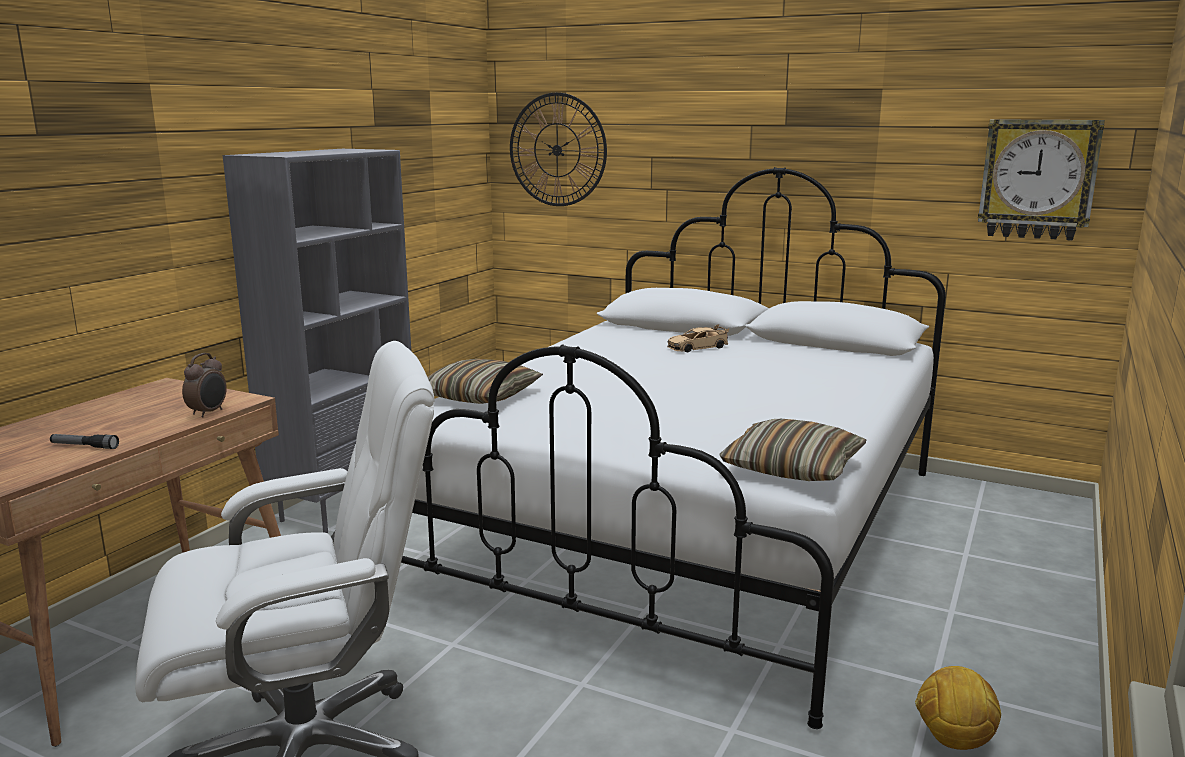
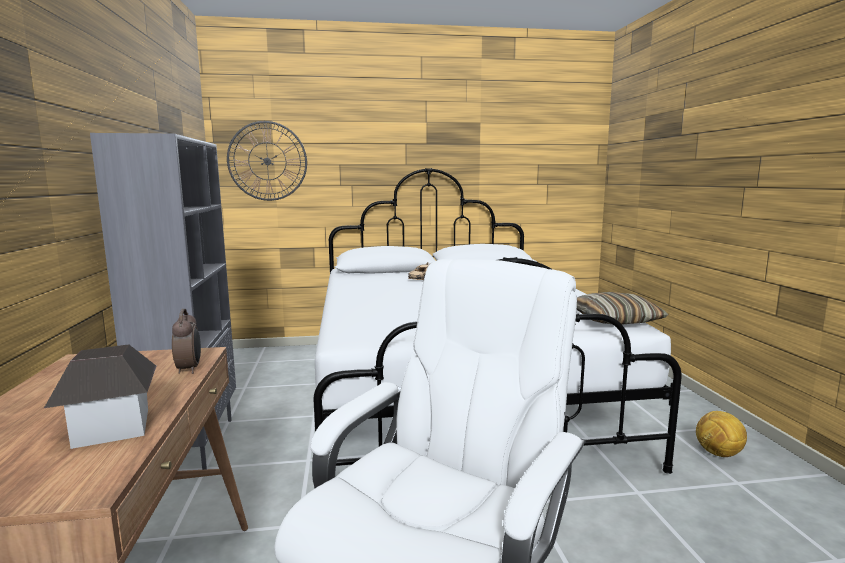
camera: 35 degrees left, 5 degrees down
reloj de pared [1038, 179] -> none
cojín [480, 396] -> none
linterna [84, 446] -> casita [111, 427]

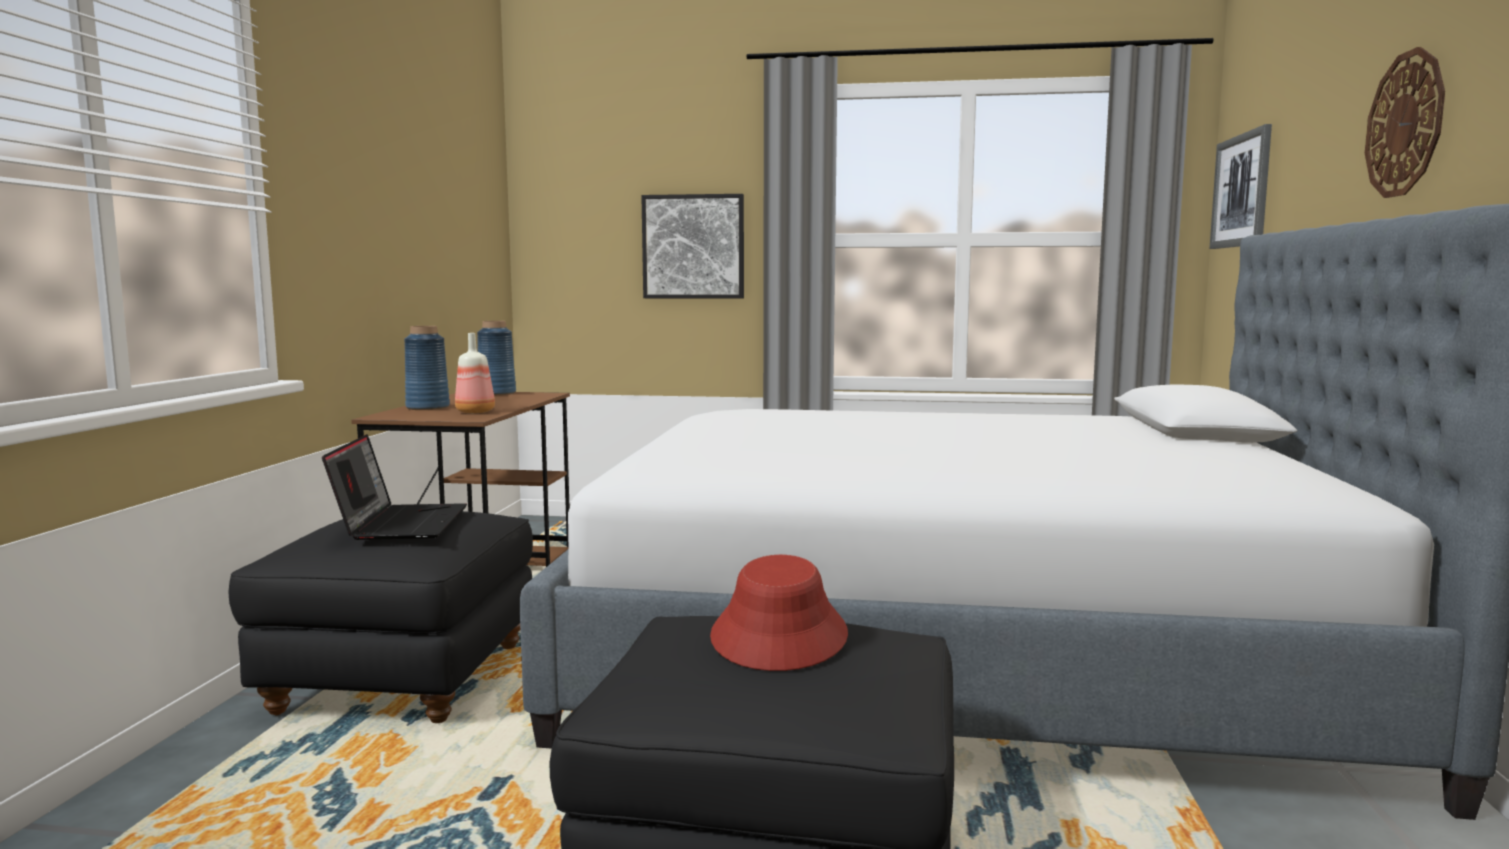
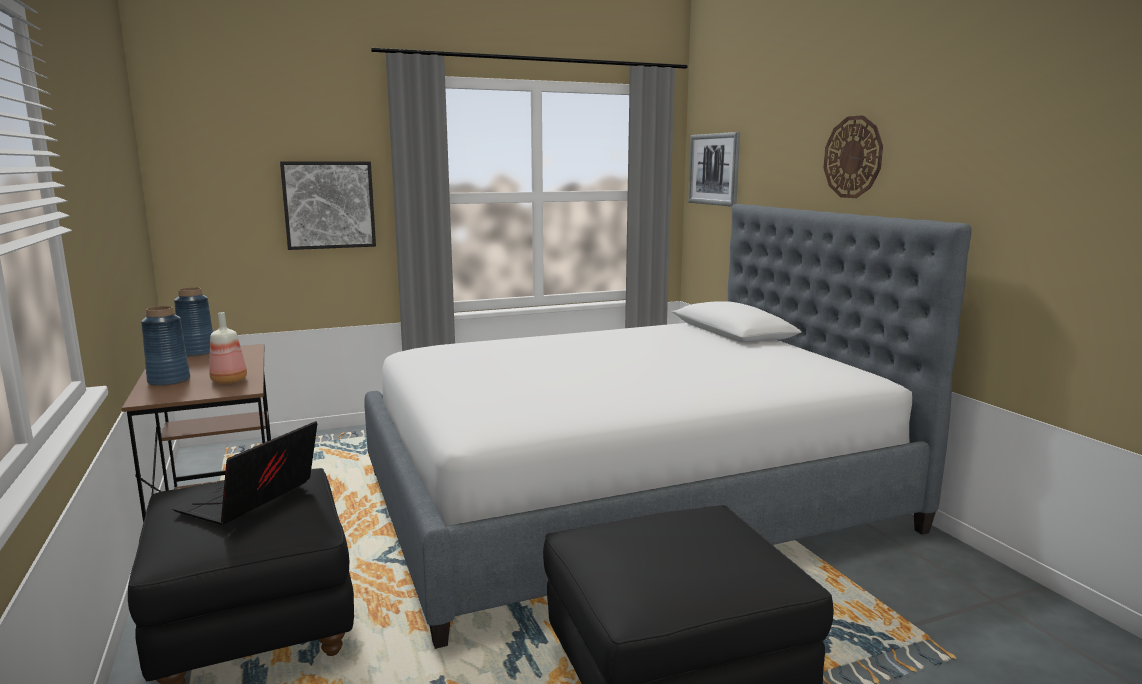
camera: 30 degrees left, 5 degrees up
portátil [401, 523] -> portátil [249, 499], 120 degrees counterclockwise
sombrero/rojo [780, 636] -> none

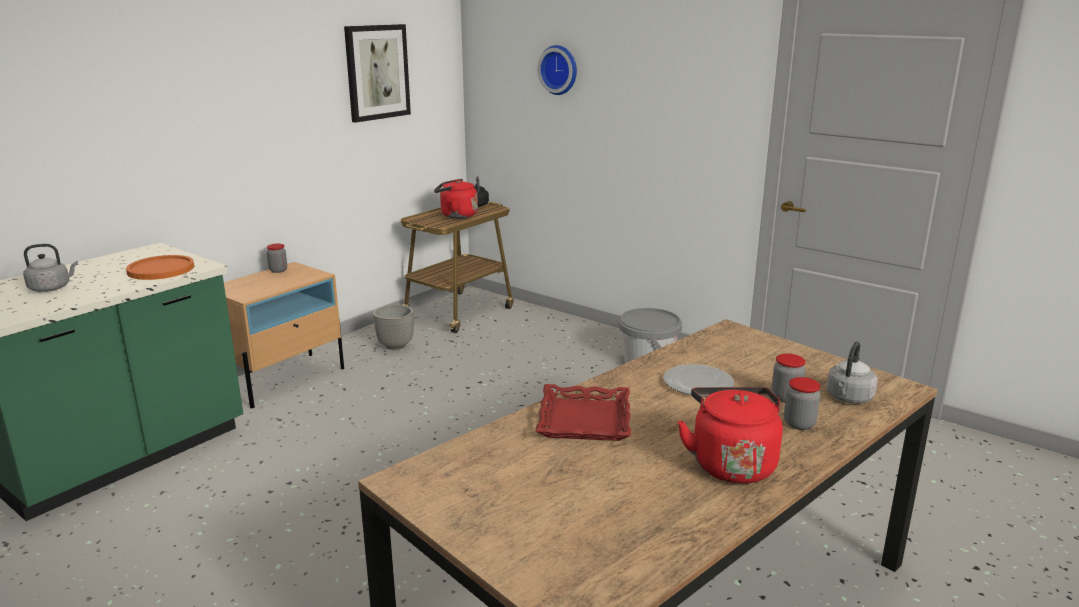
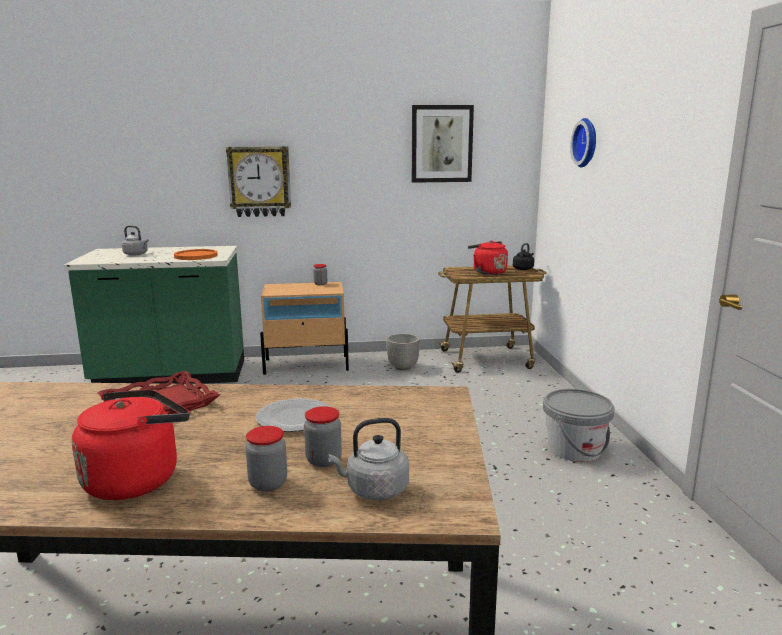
camera: 45 degrees right, 5 degrees down
none -> reloj de pared [259, 181]

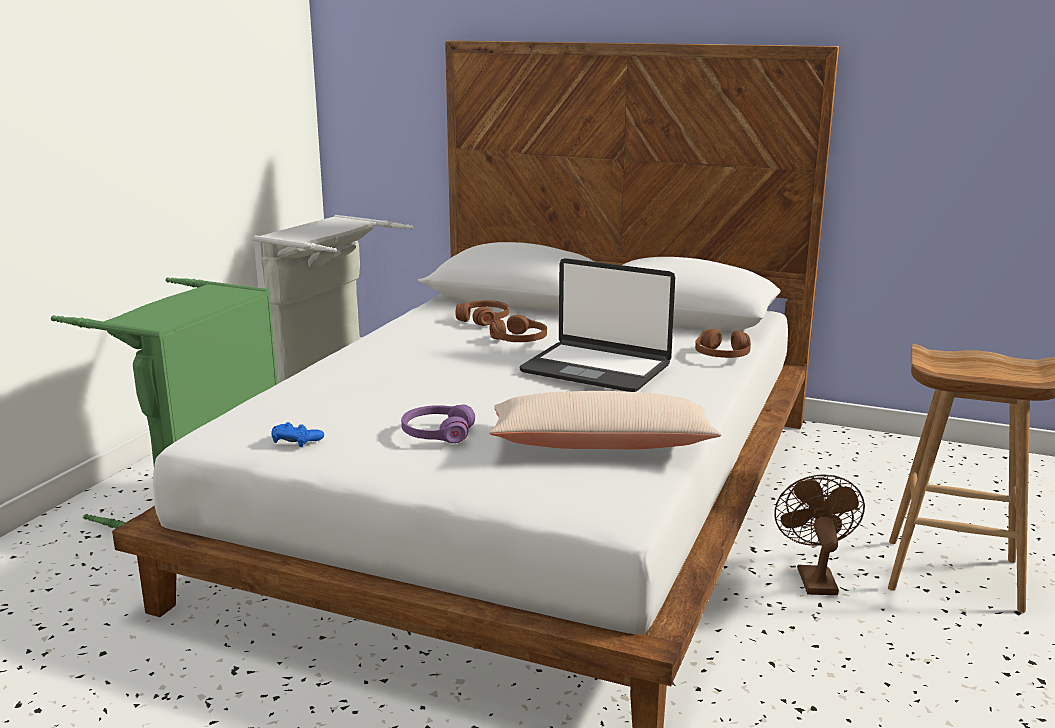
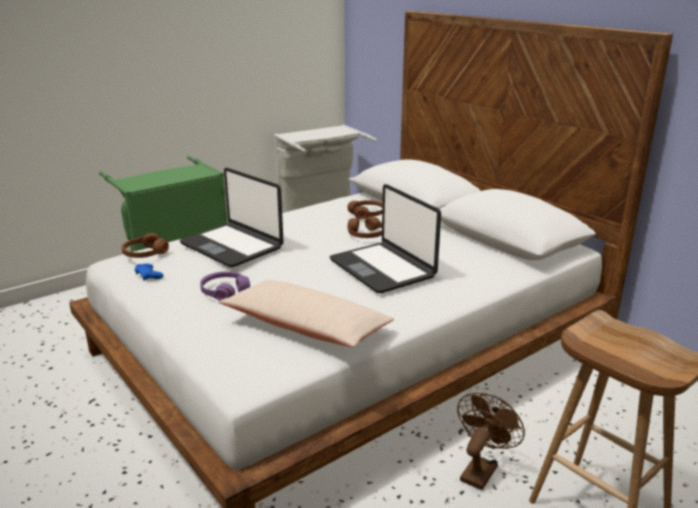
camera: 30 degrees right, 5 degrees up
auriculares/marrón [722, 355] -> auriculares/marrón [145, 253], move
none -> portátil [232, 246]

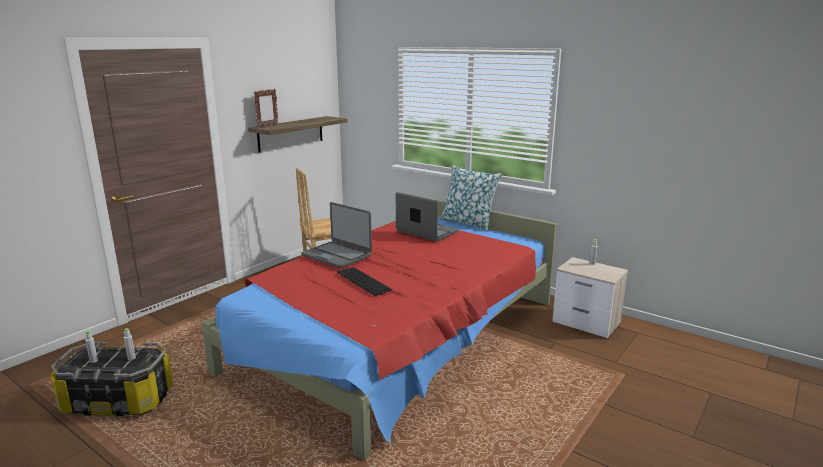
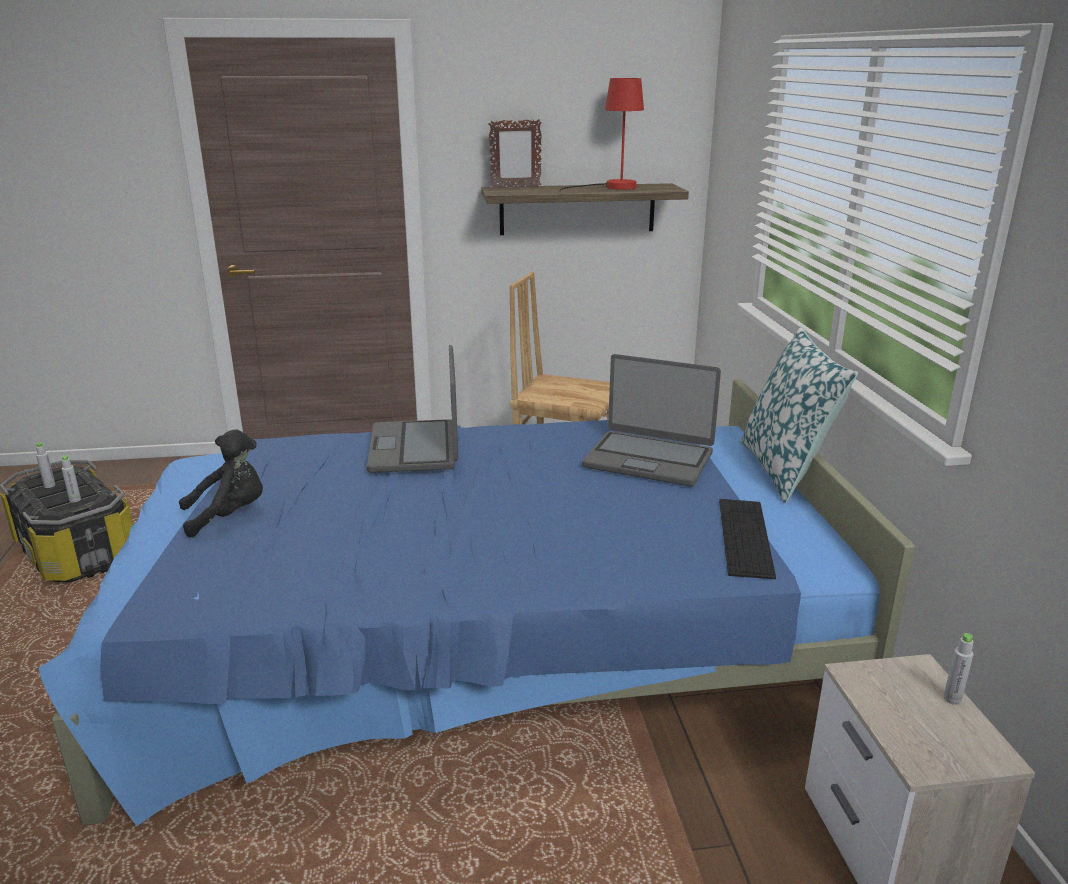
camera: 45 degrees right, 5 degrees up
portátil [426, 232] -> portátil [649, 459], 120 degrees clockwise
cama/rojo [397, 336] -> cama/azul [476, 642]
teclado [363, 281] -> teclado [745, 537], move
none -> lámpara de mesa/rojo [611, 188]
none -> peluche/negro [229, 515]

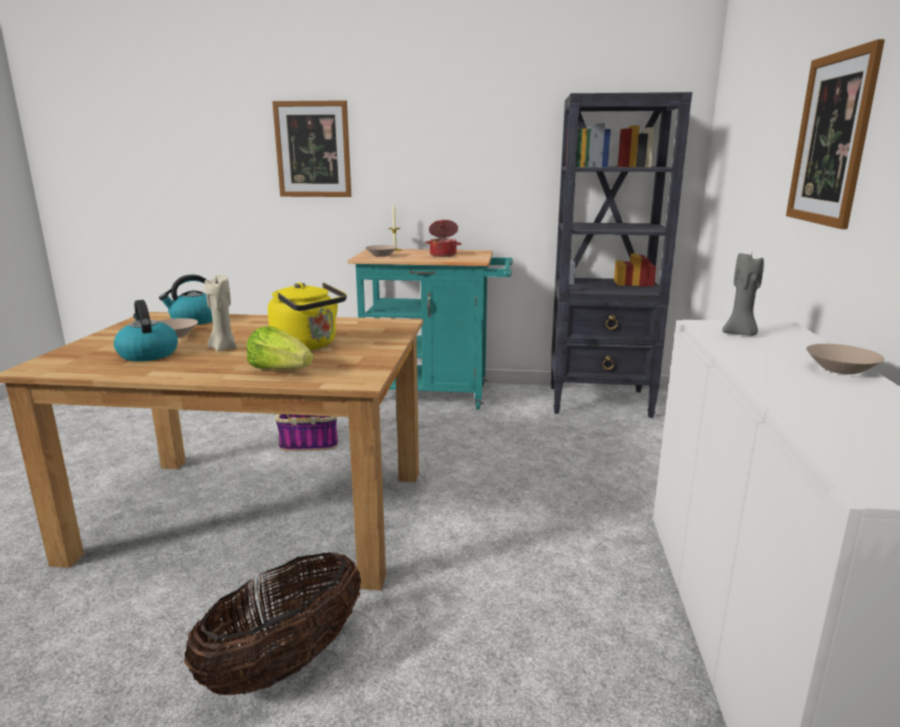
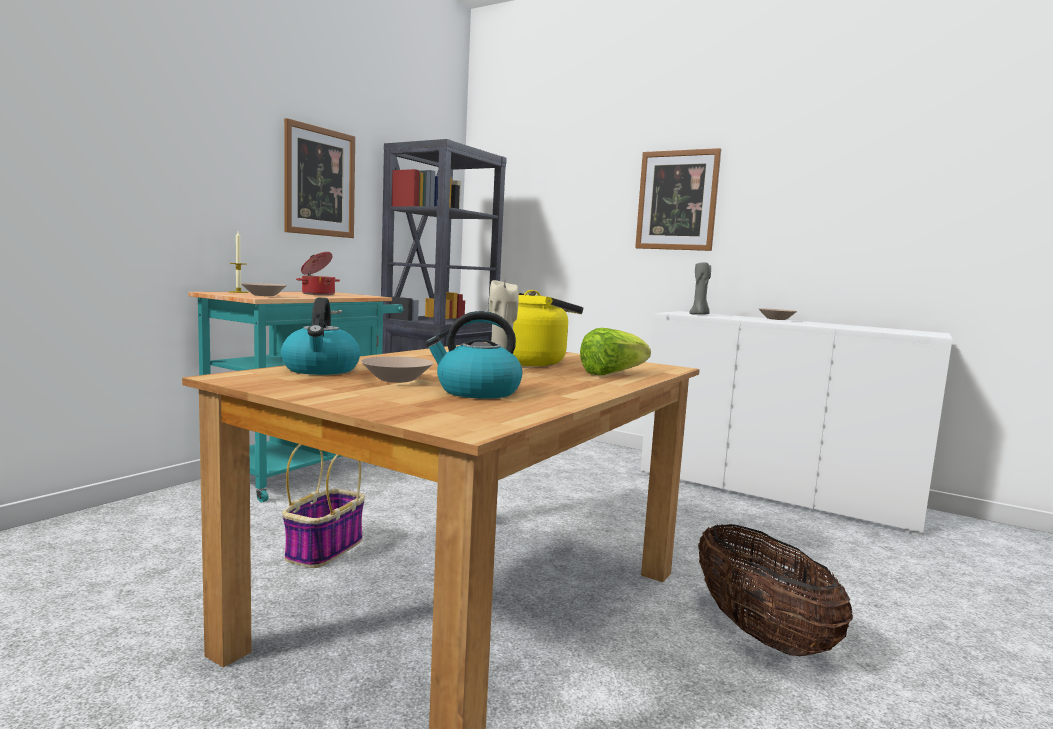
camera: 65 degrees left, 10 degrees down
cuadro [313, 149] -> cuadro [320, 182], move

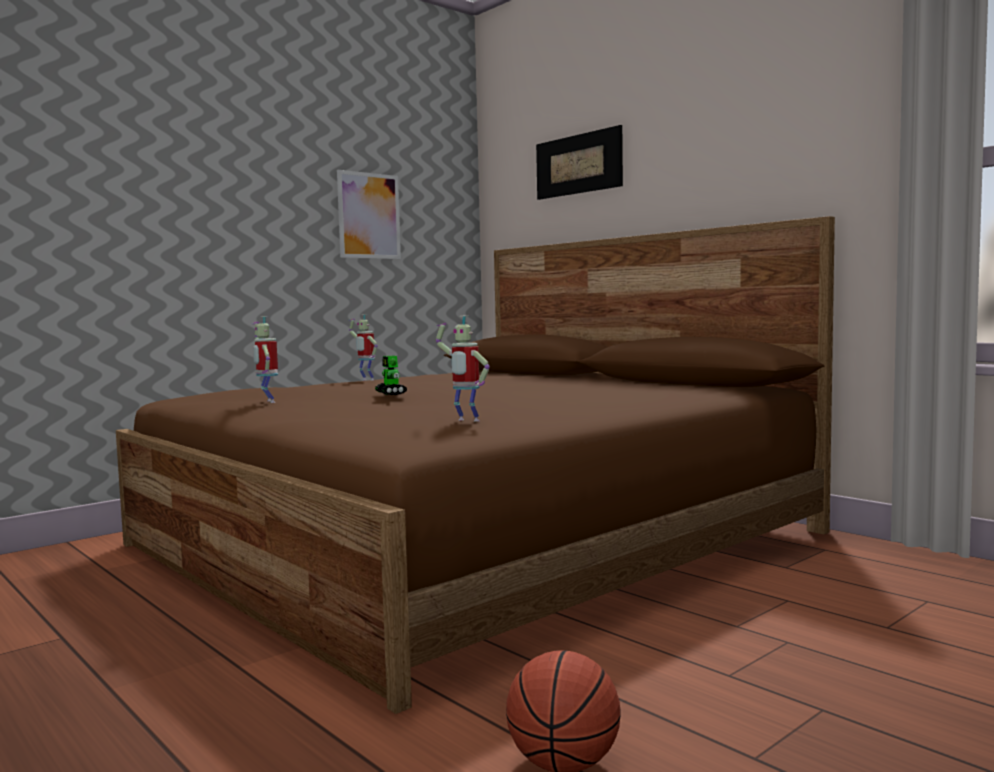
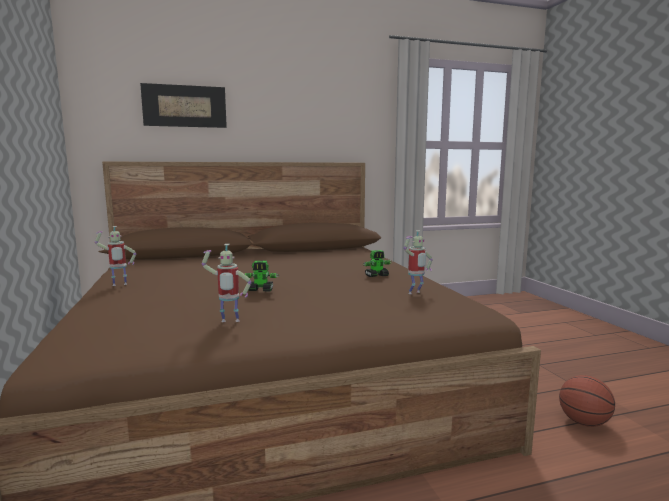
camera: 65 degrees left, 5 degrees up
cuadro [369, 216] -> none
none -> robot de juguete [377, 275]

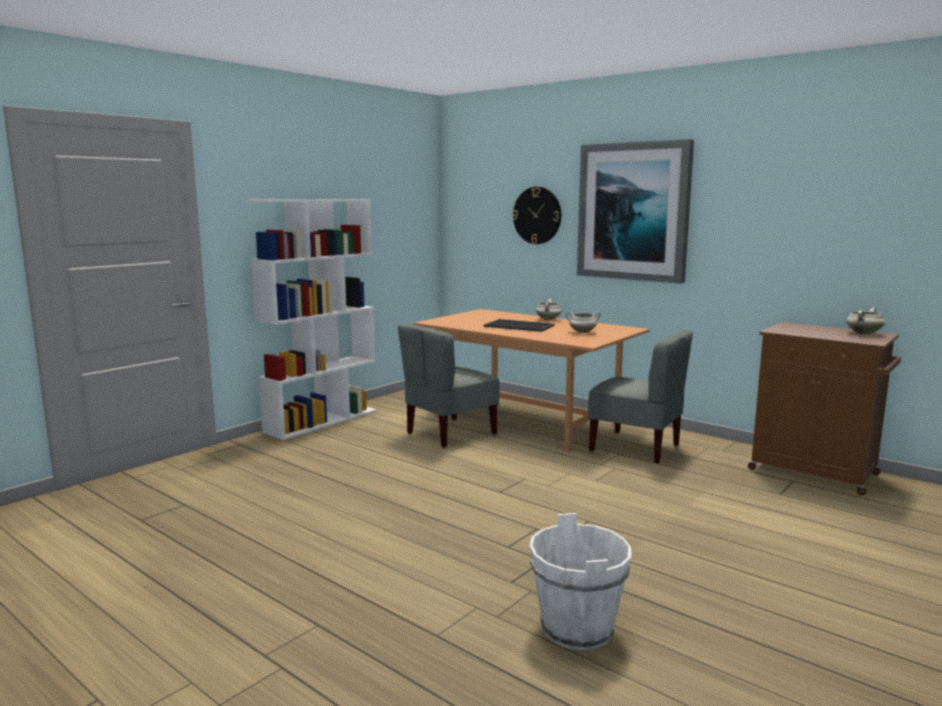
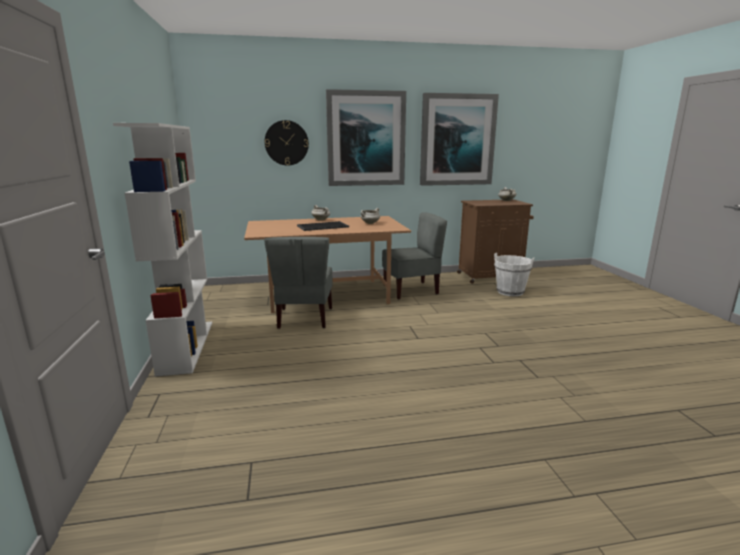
camera: 50 degrees left, 5 degrees up
cubo/blanco [576, 629] -> cubo/blanco [510, 292], move
none -> cuadro [457, 140]

